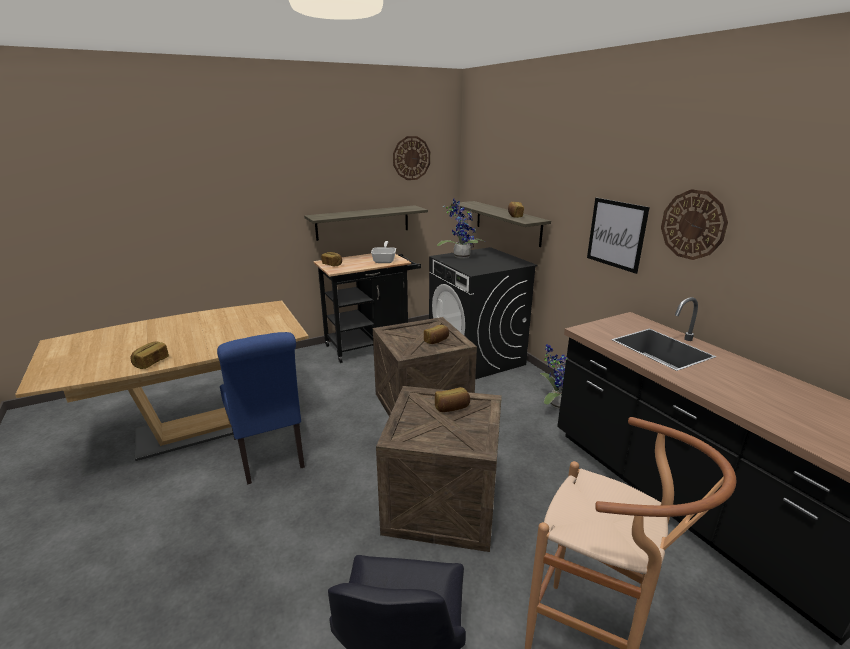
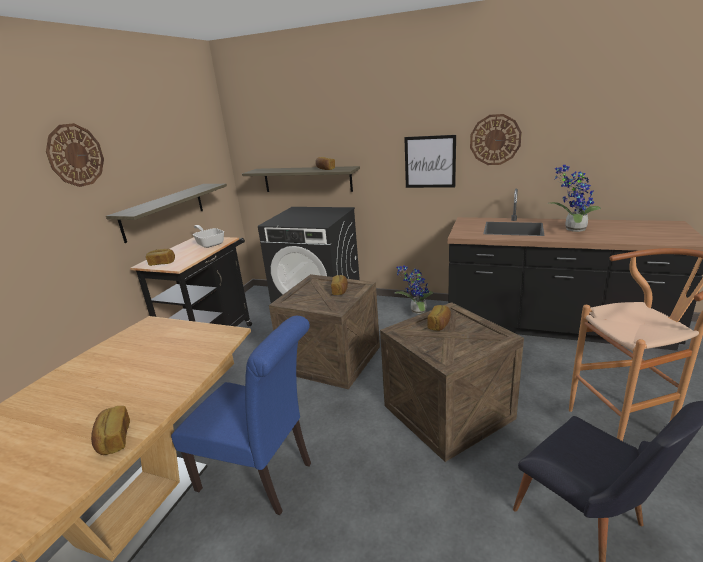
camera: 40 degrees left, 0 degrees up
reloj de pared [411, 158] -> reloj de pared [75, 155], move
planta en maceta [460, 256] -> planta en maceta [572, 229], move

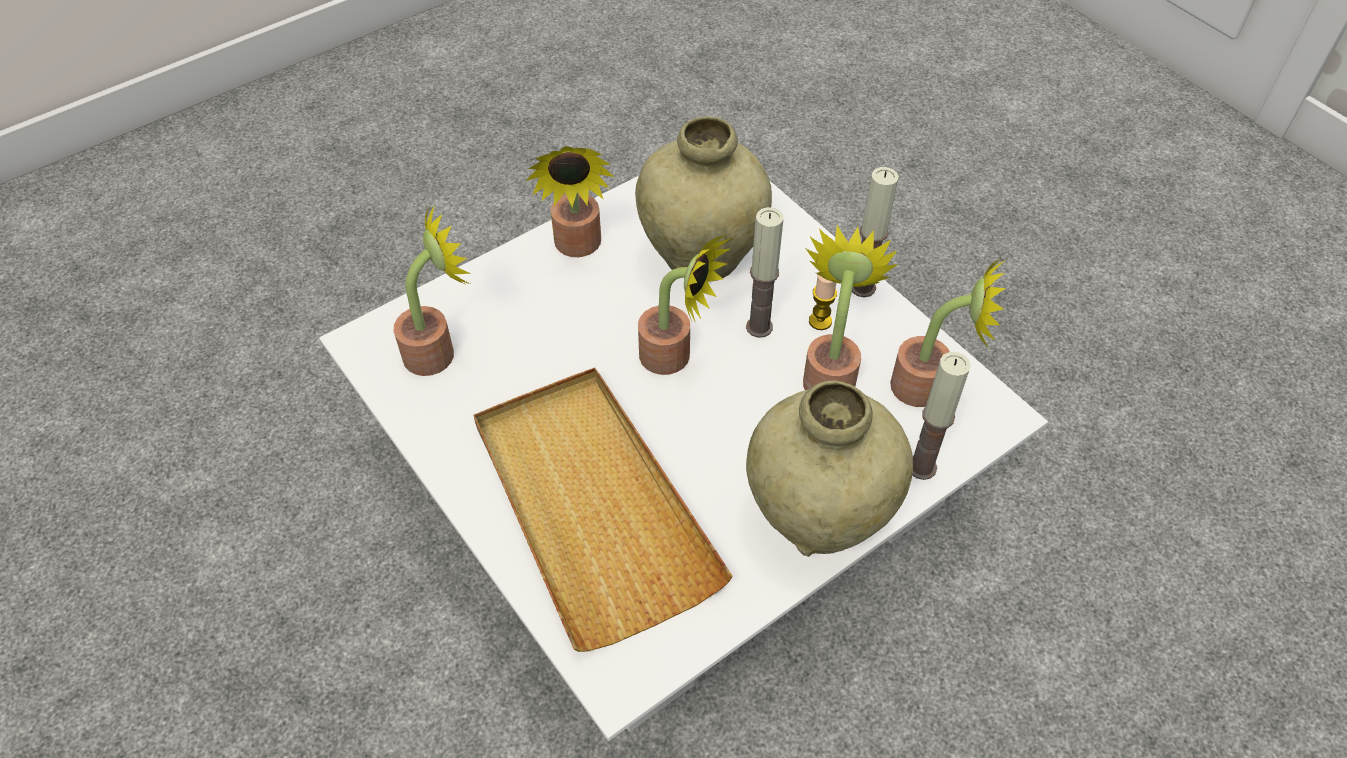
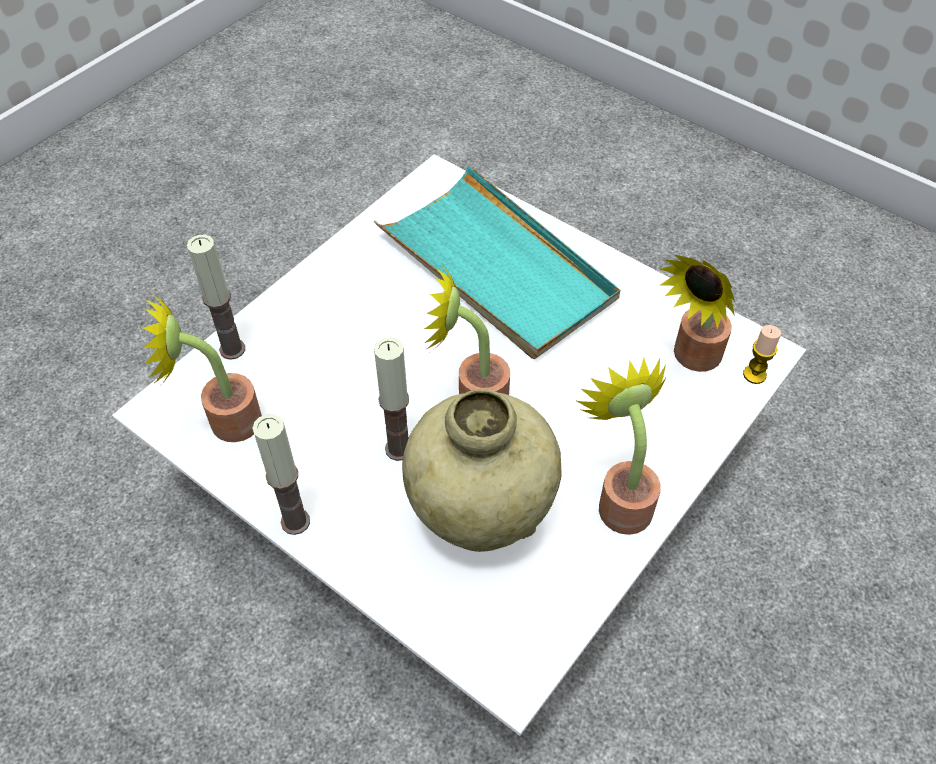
camera: 165 degrees right, 0 degrees up
planta en maceta [830, 375] -> none
vela [820, 321] -> vela [754, 374], move
bandeja/beis [592, 506] -> bandeja/turquesa [497, 267]
florero/beis [818, 518] -> none

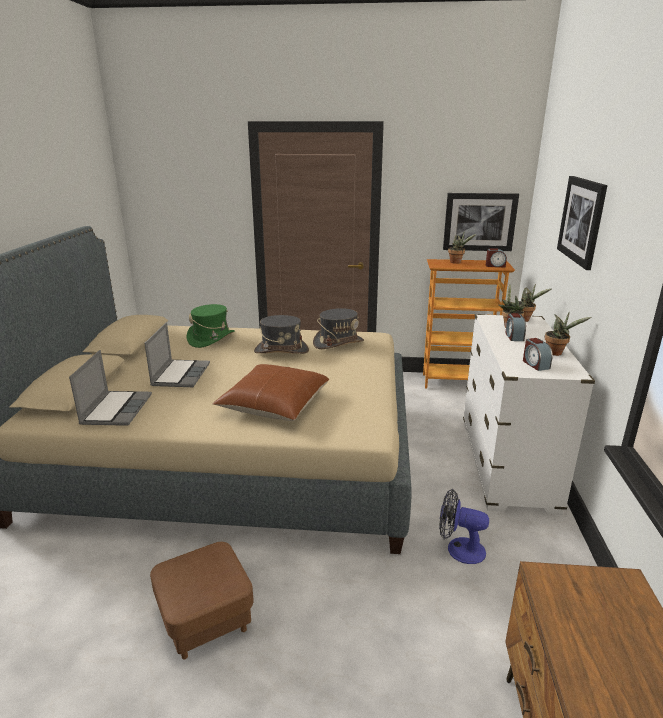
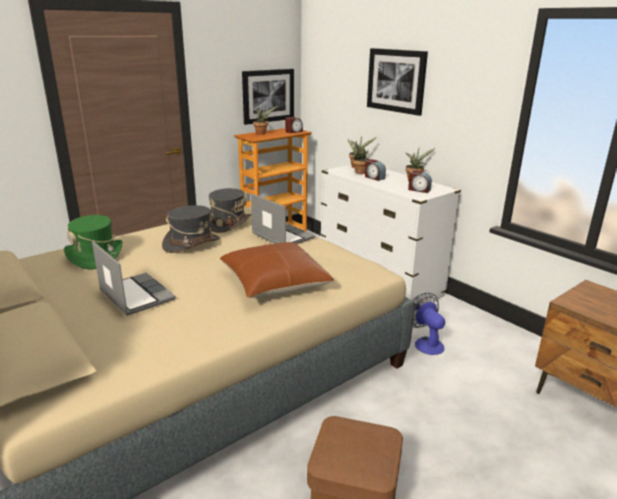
camera: 45 degrees left, 0 degrees up
portátil [116, 409] -> portátil [281, 236], move
ventilador [459, 549] -> ventilador [425, 343], 90 degrees clockwise

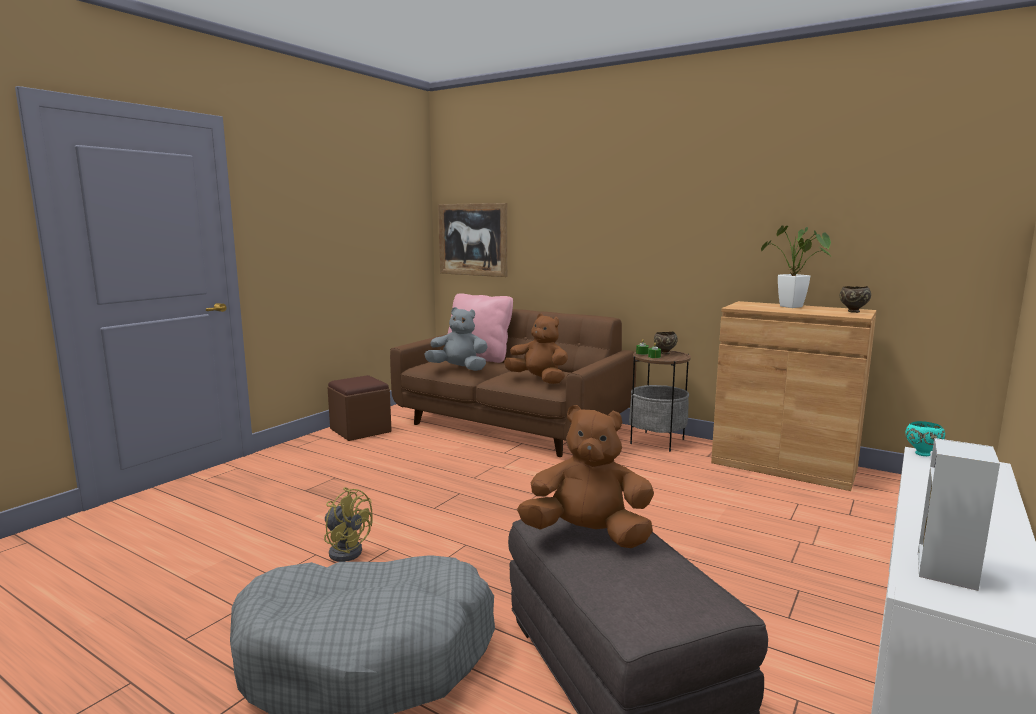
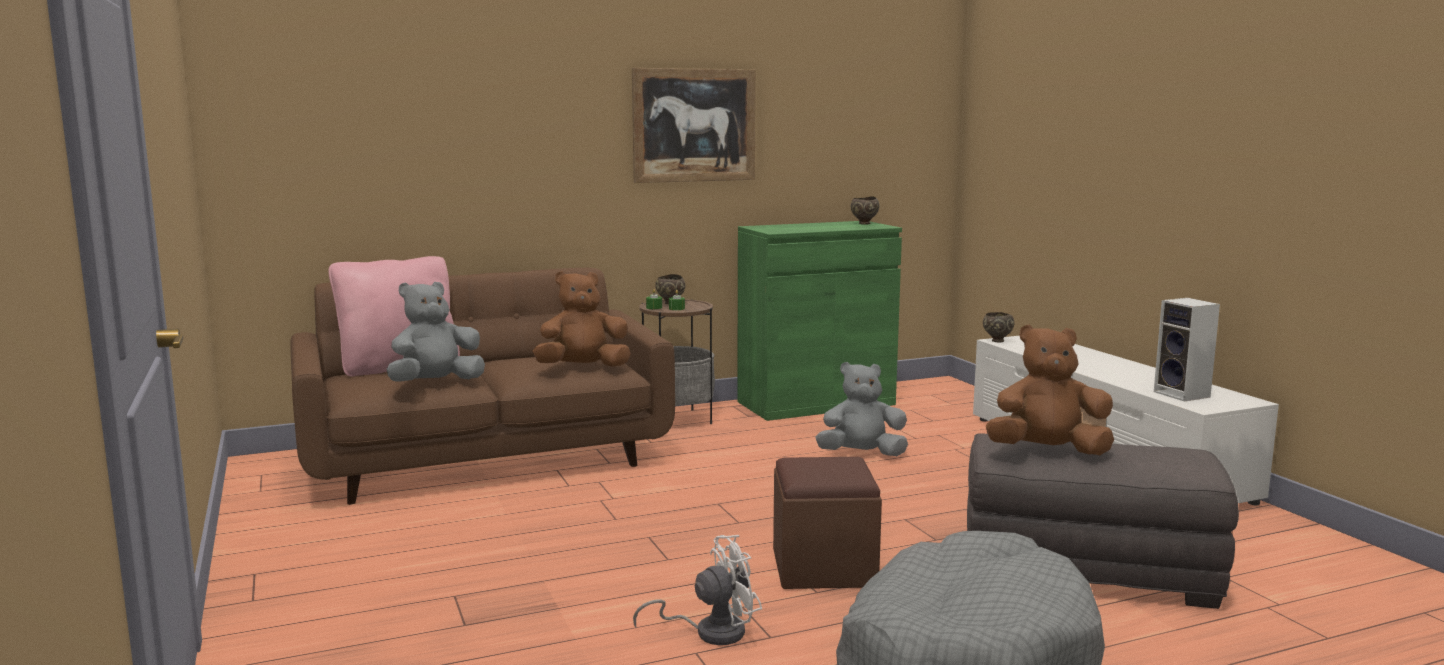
camera: 55 degrees left, 0 degrees up
cuadro [472, 239] -> cuadro [694, 125], move
planta en maceta [795, 307] -> none
armario/marrón [783, 466] -> armario/verde [816, 403]
puf/marrón [360, 430] -> puf/marrón [823, 568], move
peluche/marrón [588, 535] -> peluche/marrón [1047, 451], 45 degrees clockwise
cuenco/turquesa [922, 453] -> cuenco/marrón [997, 341]
ventilador/amarillo [346, 550] -> ventilador/blanco [710, 631]
none -> peluche/gris [861, 454]

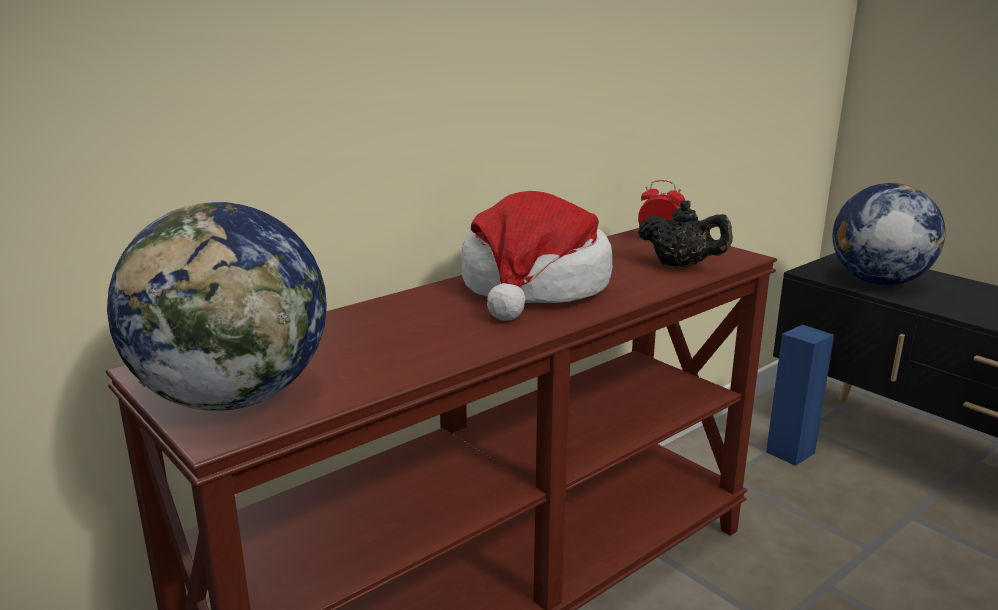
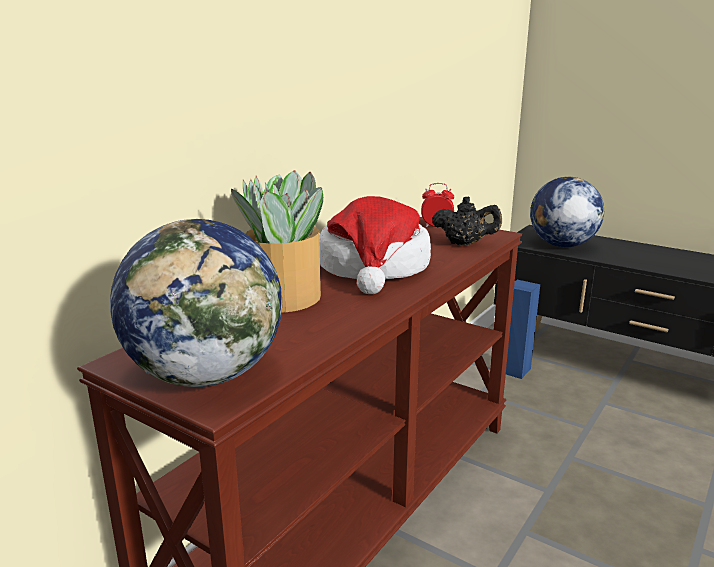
camera: 15 degrees left, 0 degrees up
none -> planta en maceta [283, 298]

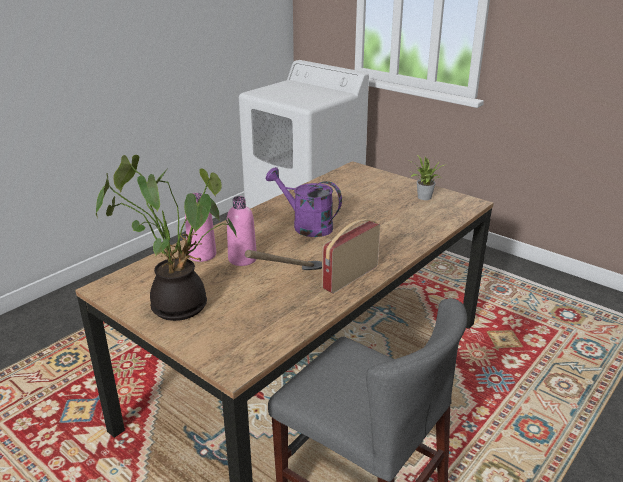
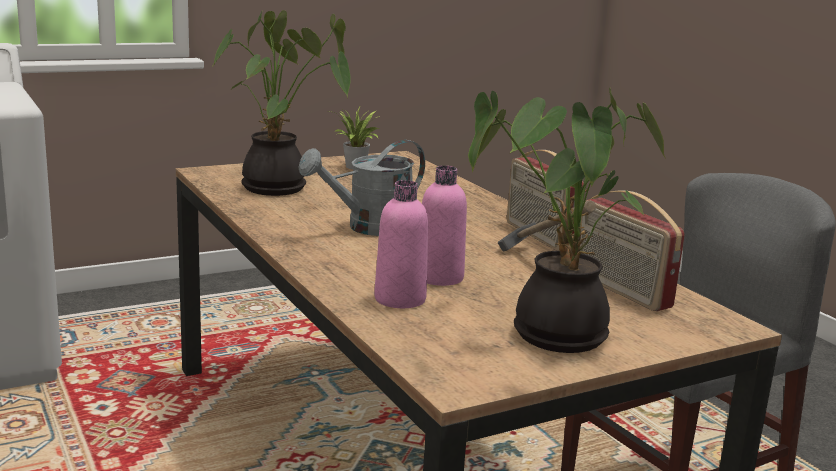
camera: 70 degrees left, 10 degrees down
regadera/morado [306, 226] -> regadera/gris [369, 228]
none -> planta en maceta [279, 189]
none -> radio [620, 290]

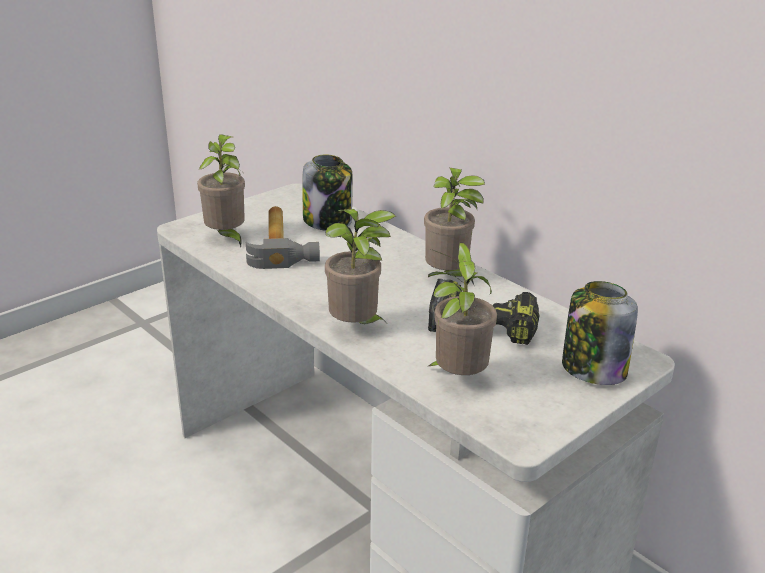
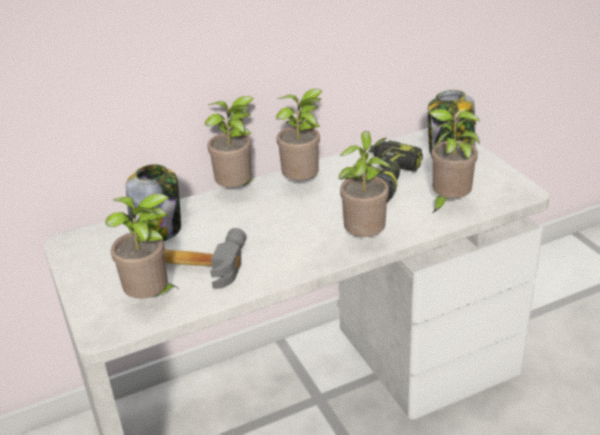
camera: 70 degrees left, 5 degrees up
none -> planta en maceta [237, 190]

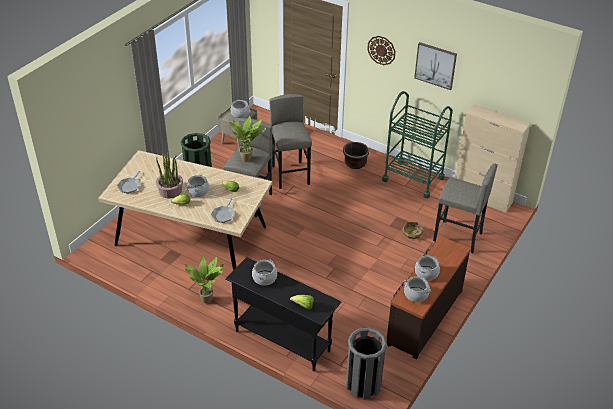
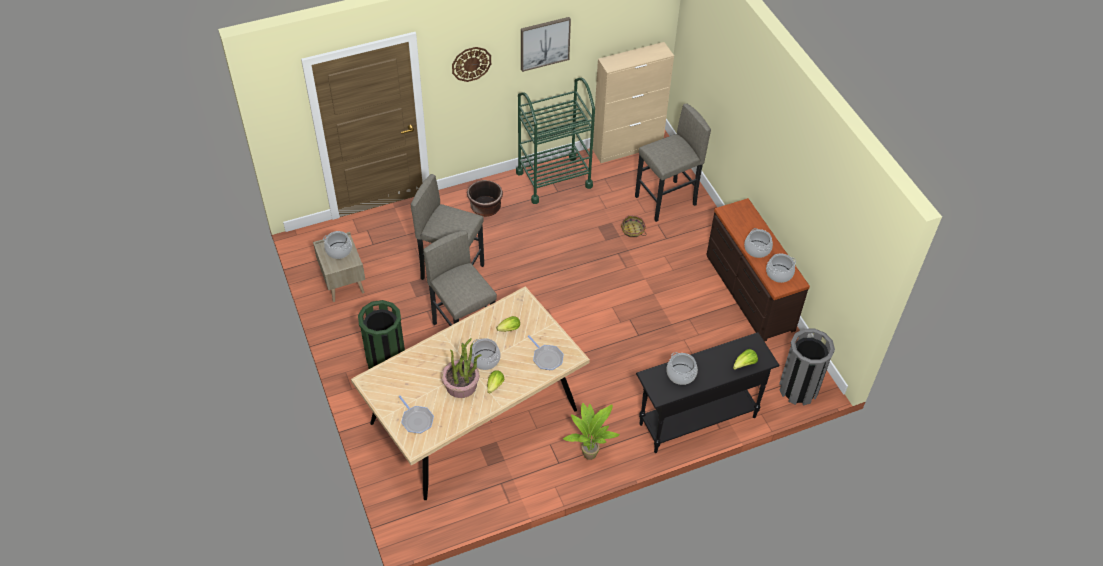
camera: 55 degrees left, 10 degrees up
planta en maceta [248, 159] -> none

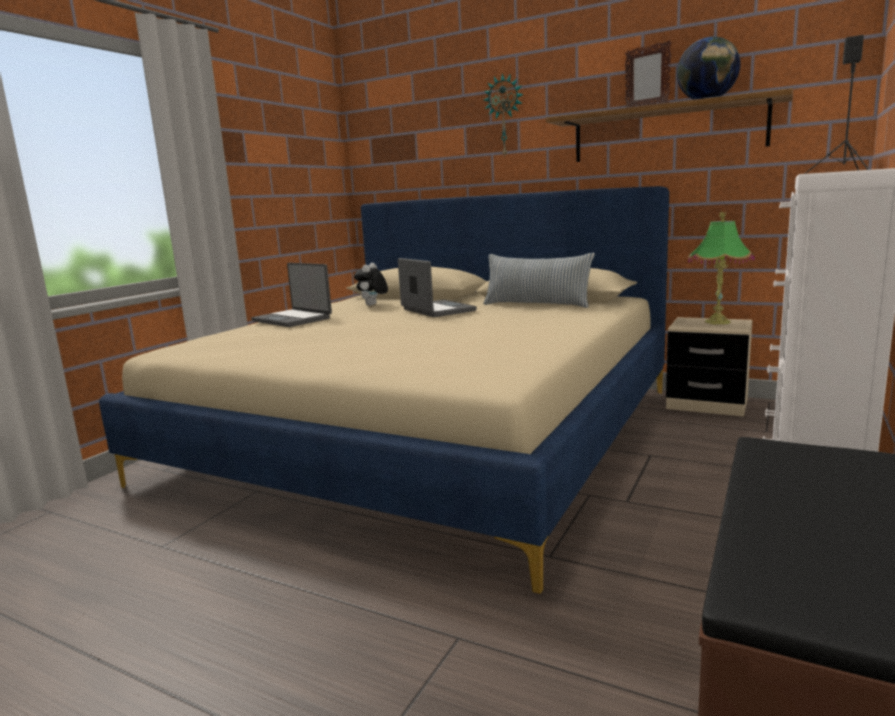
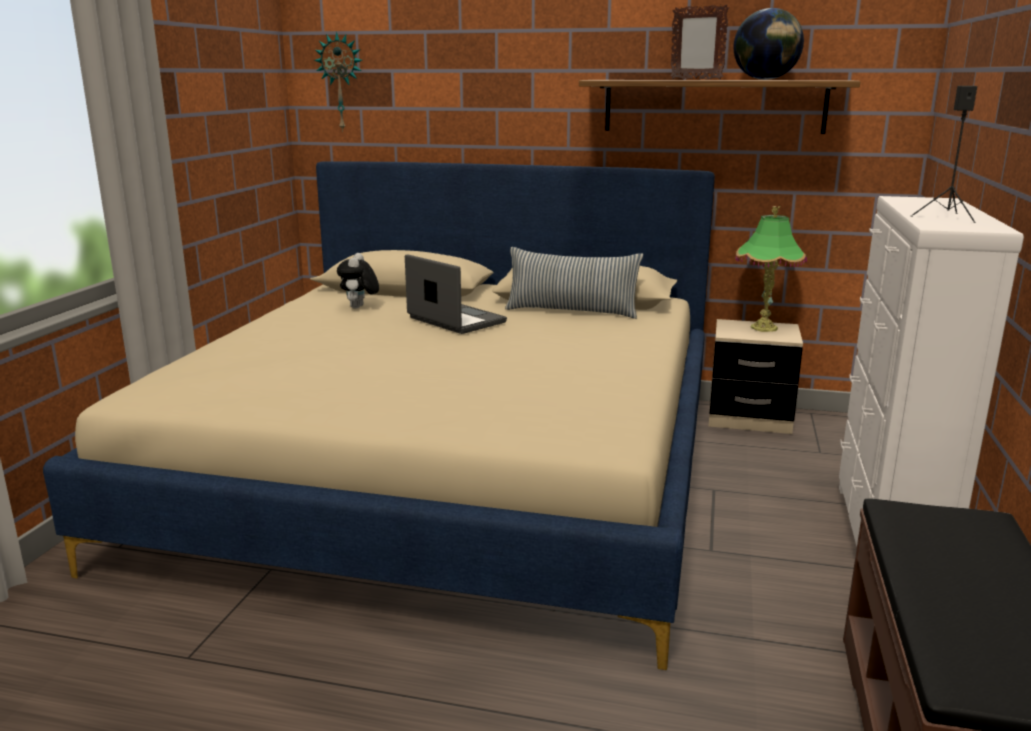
camera: 15 degrees left, 5 degrees up
reloj de pared [504, 116] -> reloj de pared [341, 82], move
portátil [293, 319] -> none

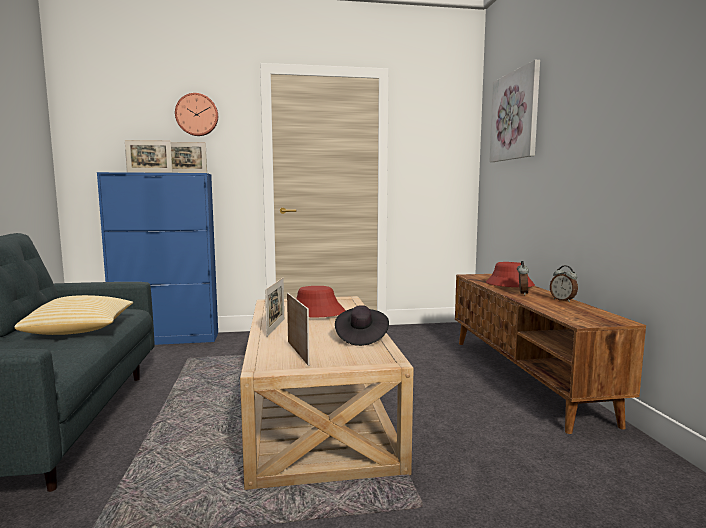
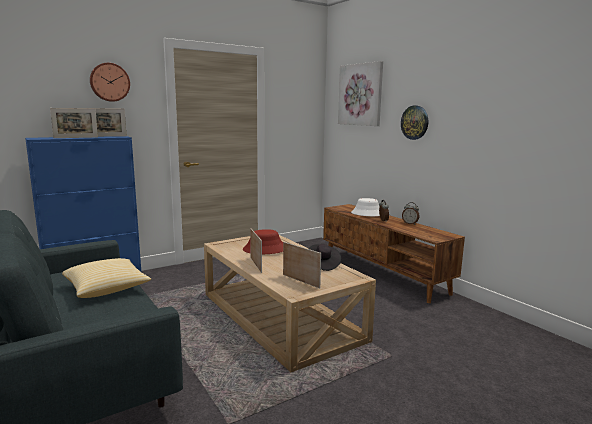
camera: 25 degrees left, 5 degrees up
sombrero/rojo [509, 284] -> sombrero/blanco [367, 214]
none -> reloj de pared [415, 122]

